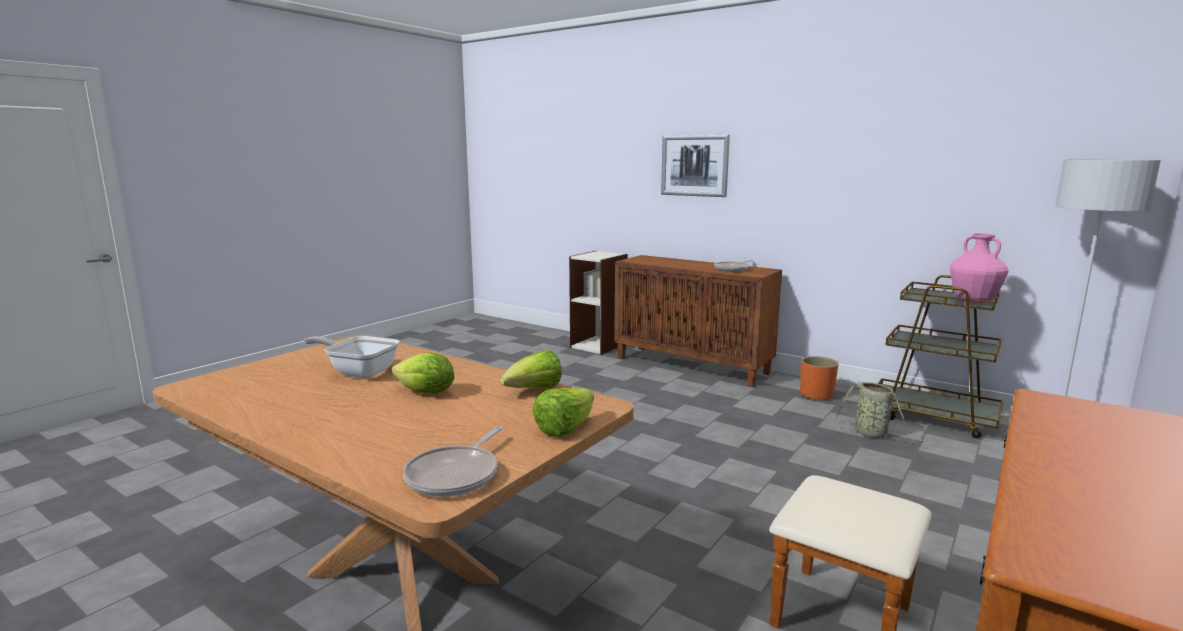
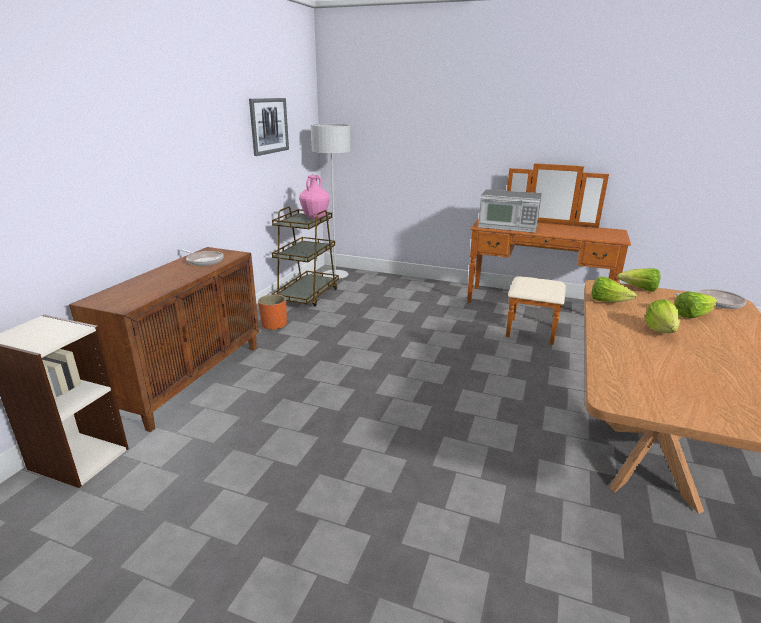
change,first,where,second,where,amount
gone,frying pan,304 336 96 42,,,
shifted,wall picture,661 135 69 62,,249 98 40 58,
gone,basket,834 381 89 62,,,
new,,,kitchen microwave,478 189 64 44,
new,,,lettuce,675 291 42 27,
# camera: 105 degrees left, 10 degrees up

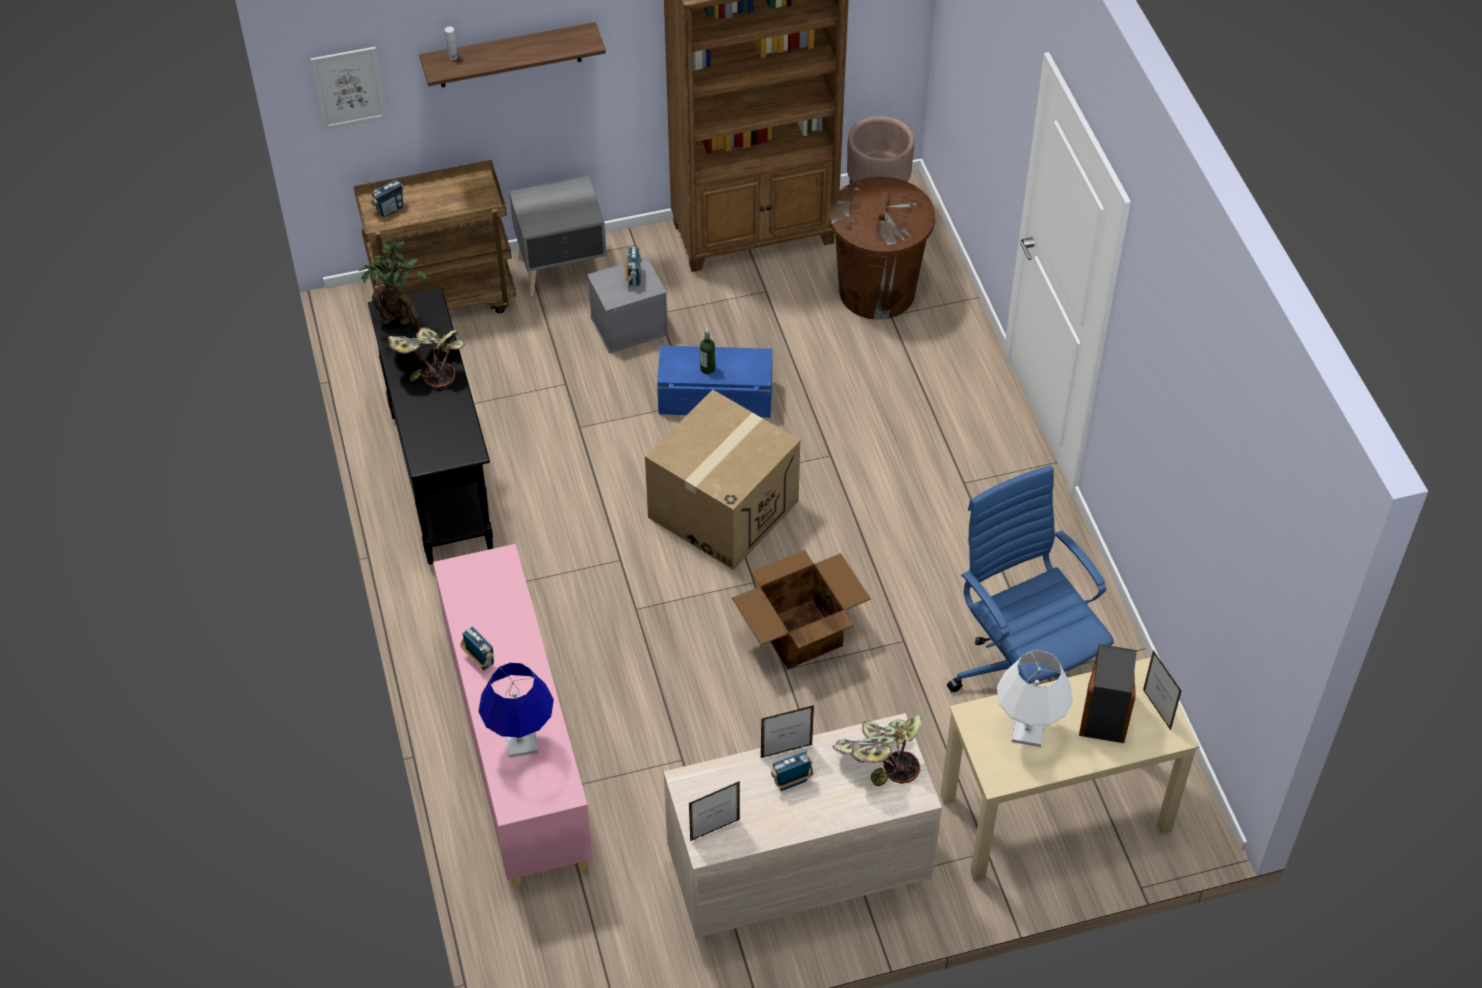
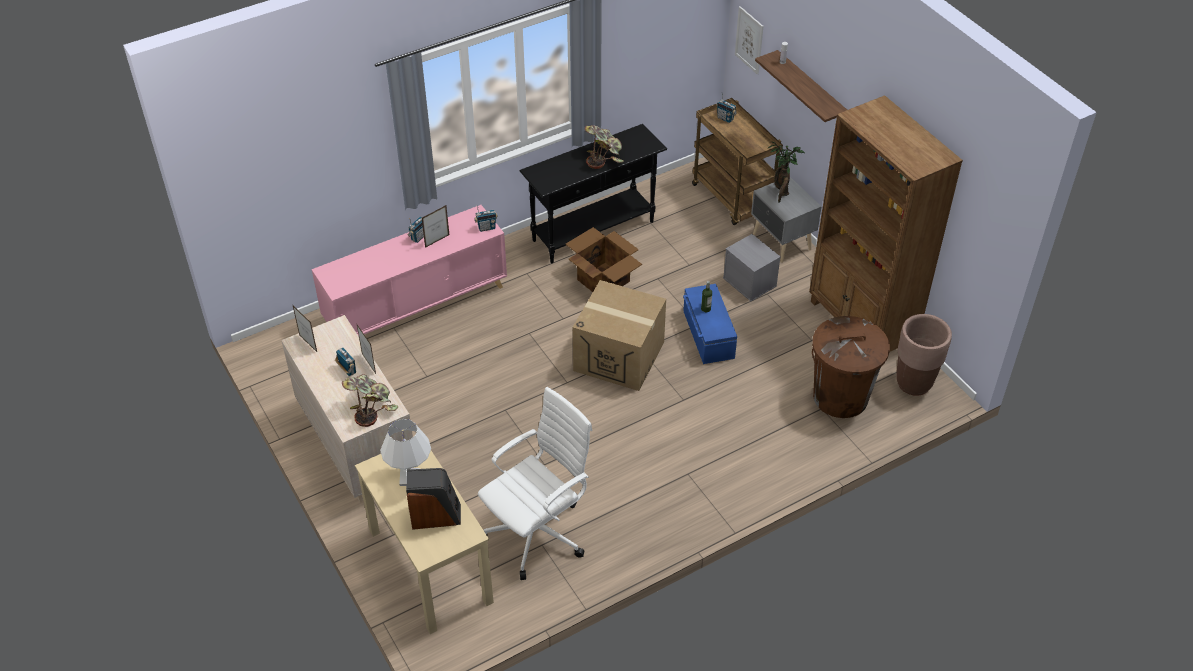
change,first,where,second,where,amount
shifted,potted plant,359 241 68 89,,767 141 38 61,
gone,blue tabletop lamp,479 663 75 94,,,
shifted,radio,624 247 18 39,,474 205 24 27,
shifted,carton,732 550 139 119,,566 227 76 65,
repainted,blue computer chair,947 466 167 226,white computer chair,478 387 114 193,
shifted,photo frame,1143 650 38 80,,422 205 27 43,
# camera: 75 degrees right, 5 degrees down

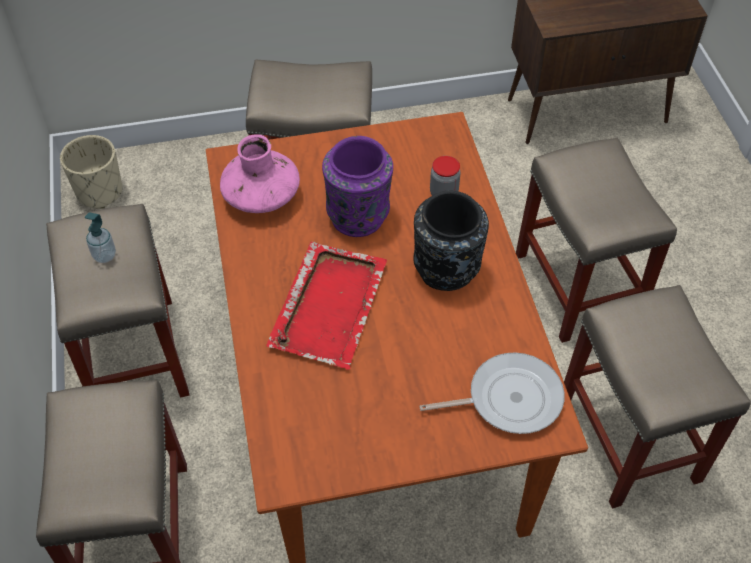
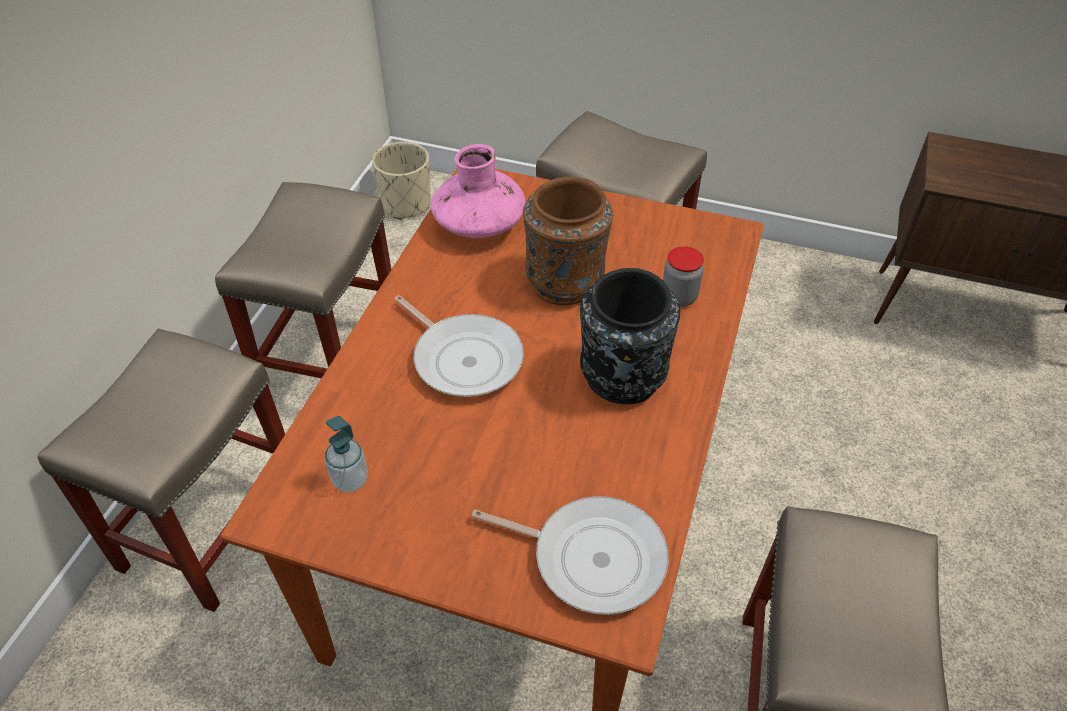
change,first,where,second,where,amount
shifted,liquid soap bottle,85 212 31 51,,325 416 43 77,
swapped,reddish tray,266 242 121 128,frying pan,395 295 129 102,
repainted,purple vase,322 136 71 101,brownish vase,523 176 90 129,
gone,beige stool seat,516 138 161 205,,,
# camera: 30 degrees right, 5 degrees down

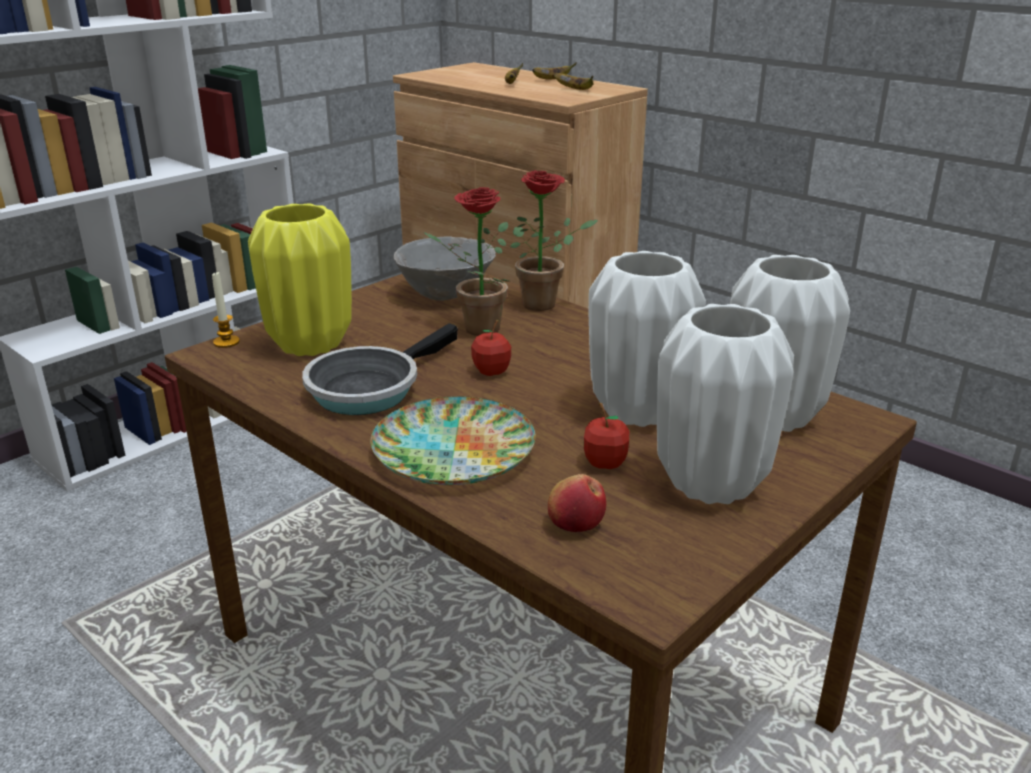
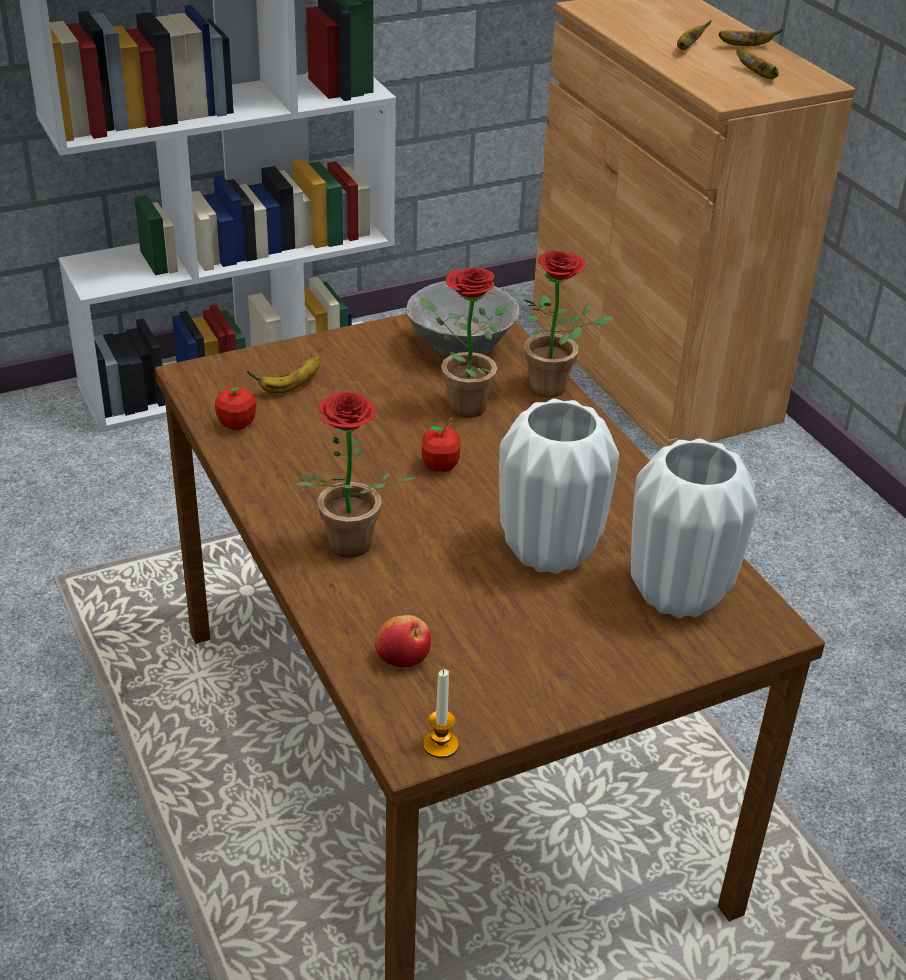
change,first,where,second,where,amount
shifted,candle,212 271 28 77,,423 669 36 89,
swapped,yellowish vase,248 203 104 153,whole banana,247 355 75 38,
gone,frying pan,302 323 156 92,,,
swapped,flat dish,371 396 165 89,potted plant,296 391 120 167,
shifted,whole apple,584 403 46 66,,215 374 41 56,
gone,white vase,657 304 137 200,,,
# camera: 20 degrees right, 10 degrees up

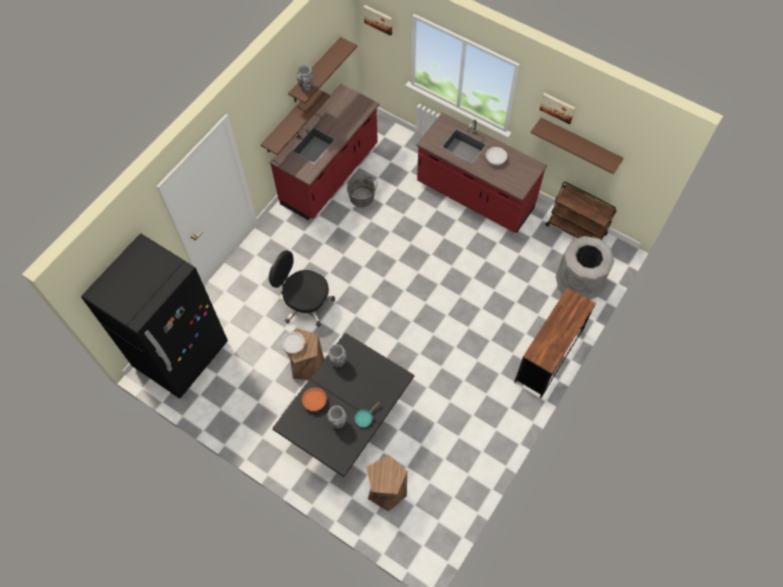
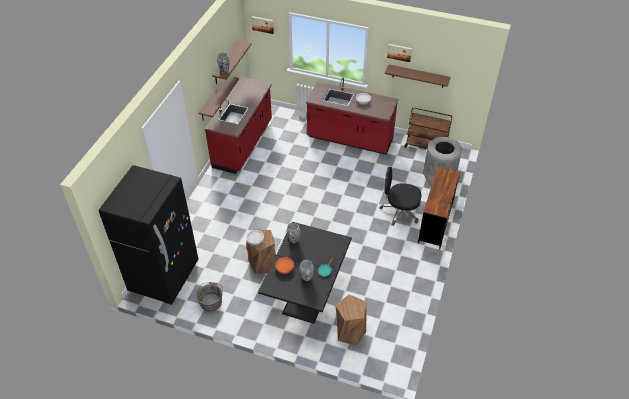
change,first,where,second,where,amount
shifted,black computer chair,269 250 66 77,,380 167 41 59,
shifted,greyish water bucket,347 174 30 33,,196 282 27 29,
# camera: 15 degrees left, 15 degrees down

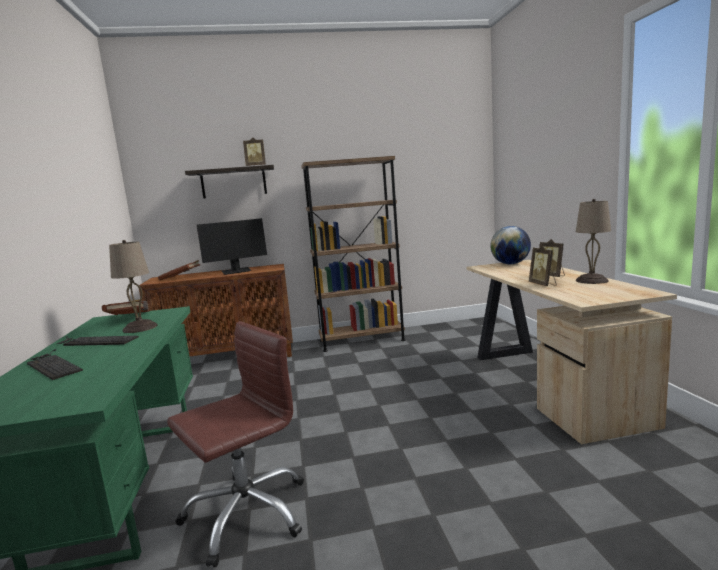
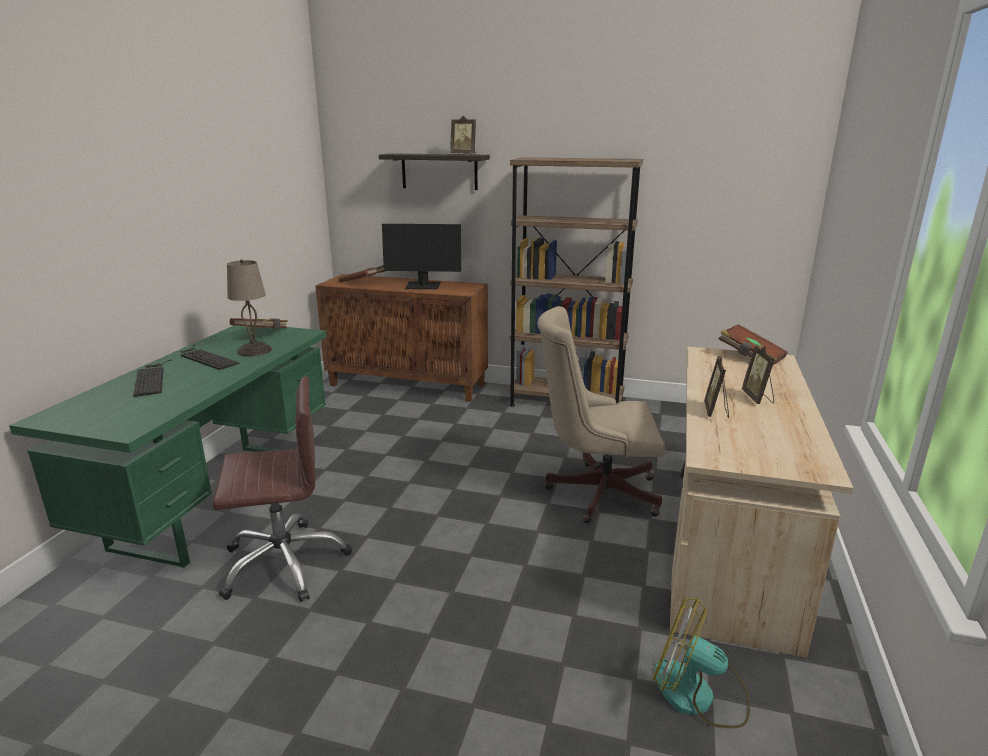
change,first,where,second,where,amount
swapped,world globe,490 226 41 38,brownish book,718 324 70 41,
gone,beige tabletop lamp,576 199 35 85,,,
new,,,beige computer chair,537 306 128 217,
new,,,cooling fan,652 597 98 131,
# camera: 25 degrees right, 10 degrees up

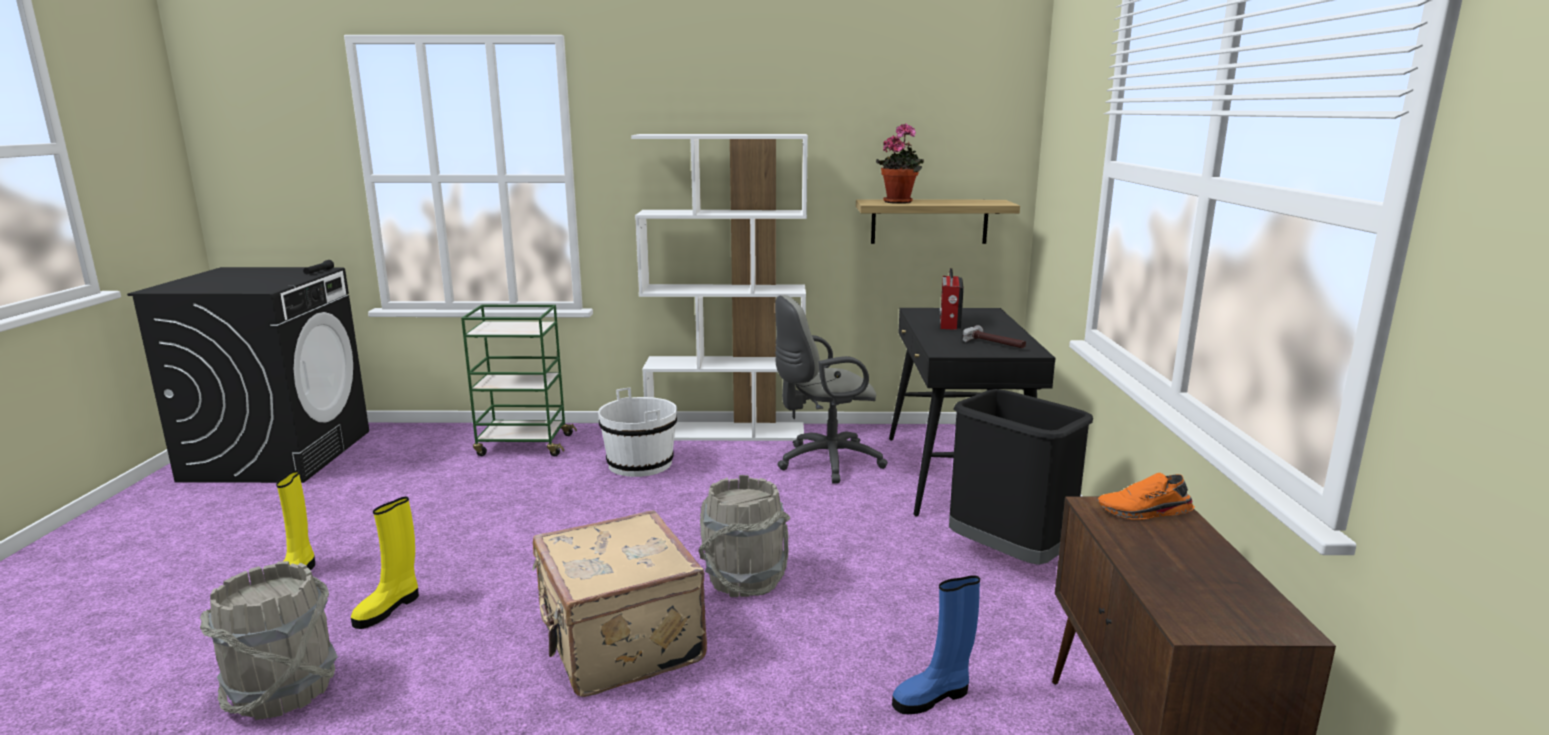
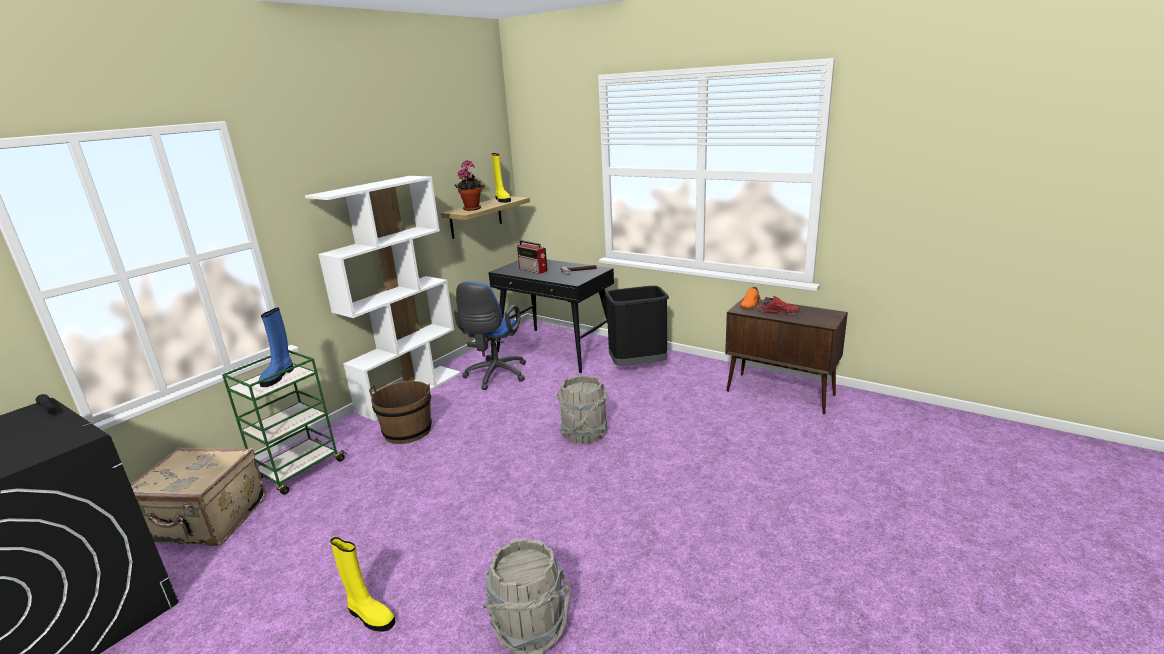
change,first,where,second,where,amount
shifted,yellowish boot,351 496 68 133,,492 153 19 50,
shifted,beige travel case,532 510 175 187,,131 447 135 99,
repainted,white water bucket,598 388 79 89,brownish water bucket,369 381 63 63,
repainted,greyish computer chair,775 295 113 189,blue computer chair,454 281 72 109,
shifted,blue boot,892 575 88 139,,259 308 35 79,
new,,,reddish low shoe,759 296 41 19,
# camera: 55 degrees left, 5 degrees up

